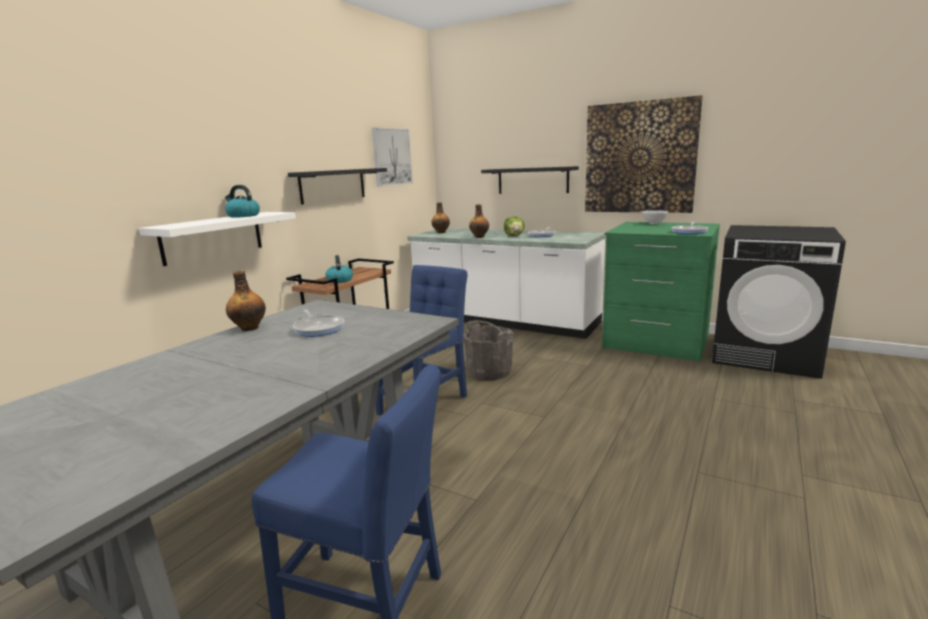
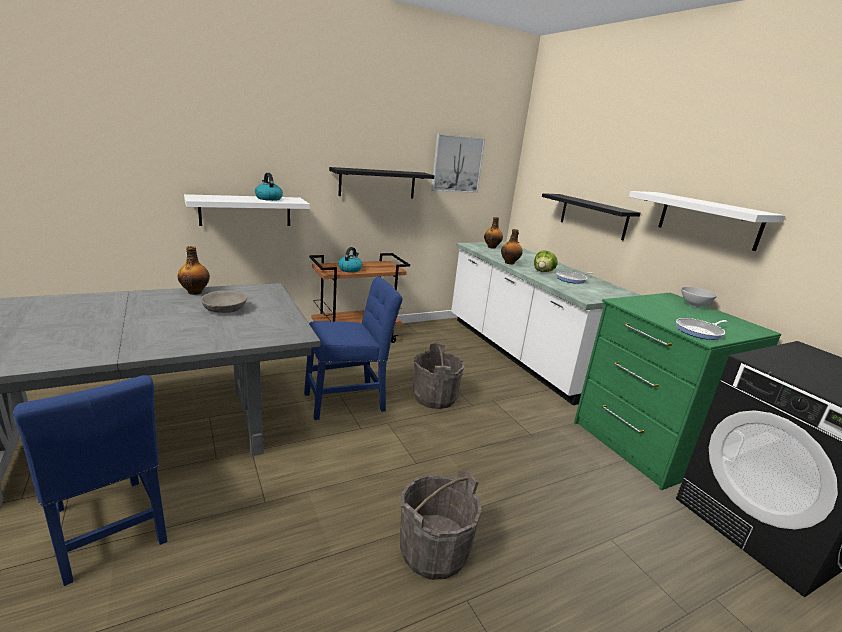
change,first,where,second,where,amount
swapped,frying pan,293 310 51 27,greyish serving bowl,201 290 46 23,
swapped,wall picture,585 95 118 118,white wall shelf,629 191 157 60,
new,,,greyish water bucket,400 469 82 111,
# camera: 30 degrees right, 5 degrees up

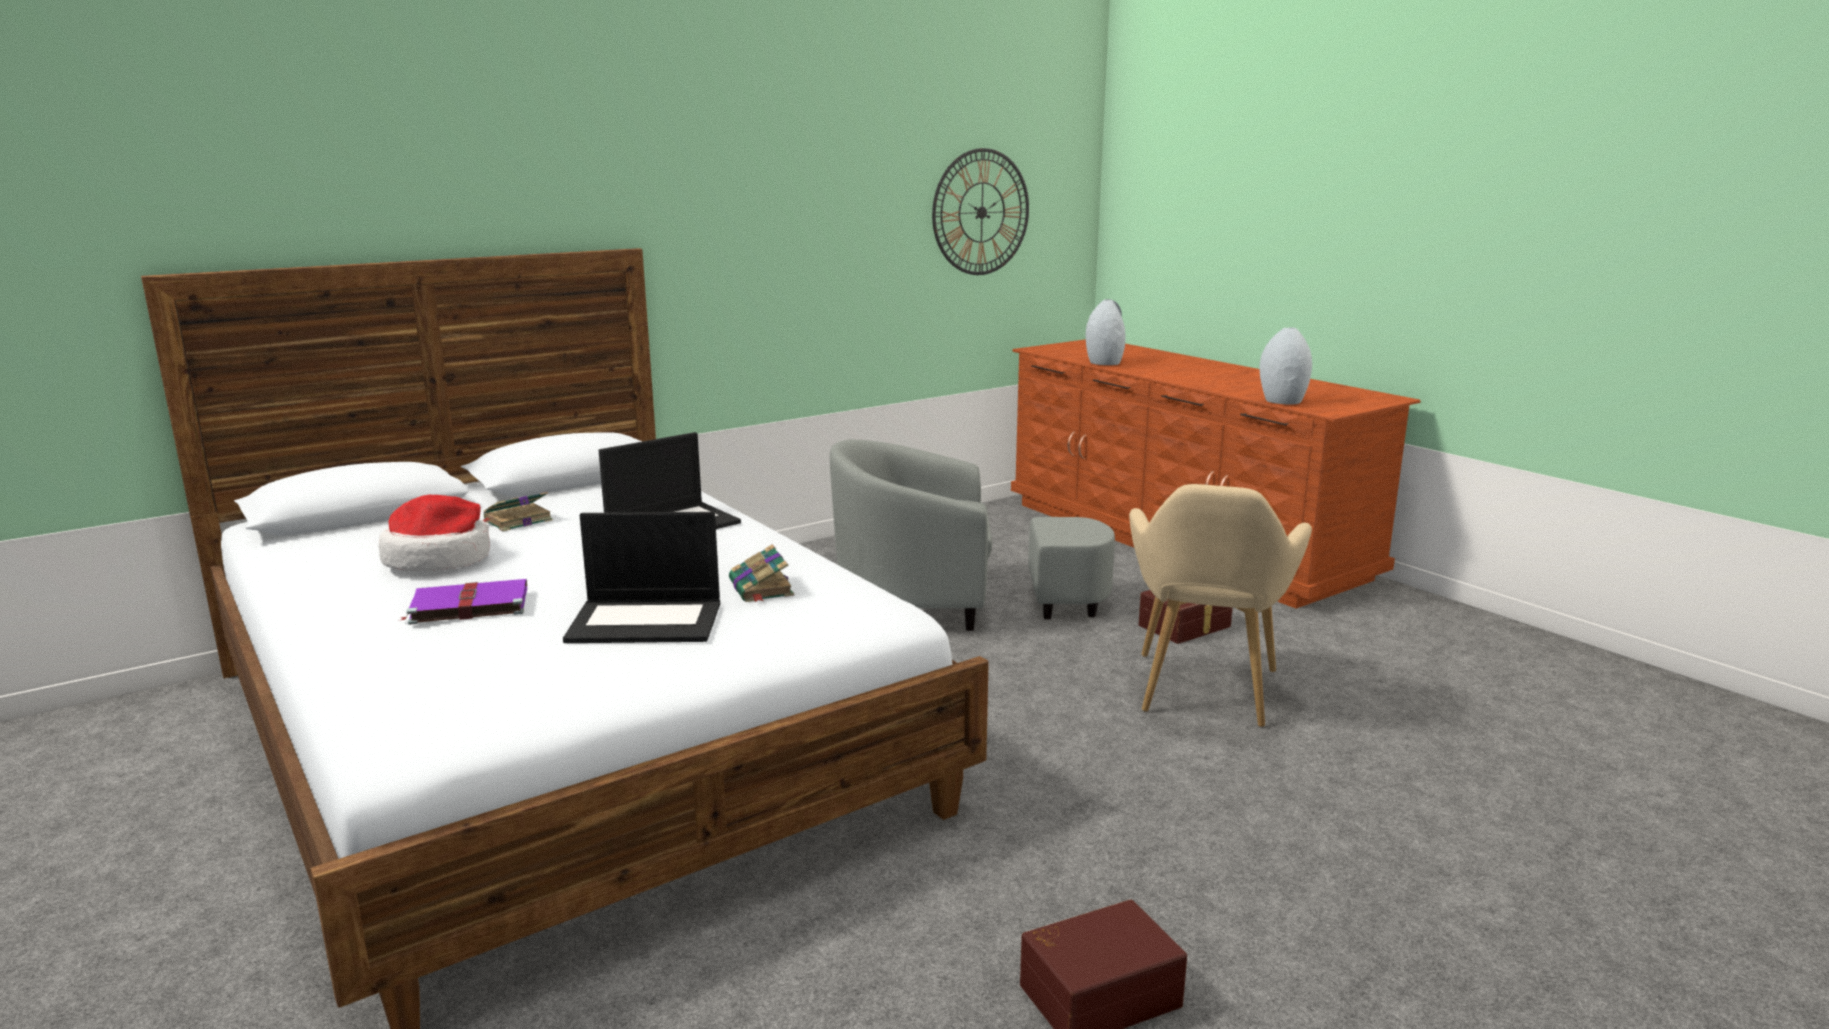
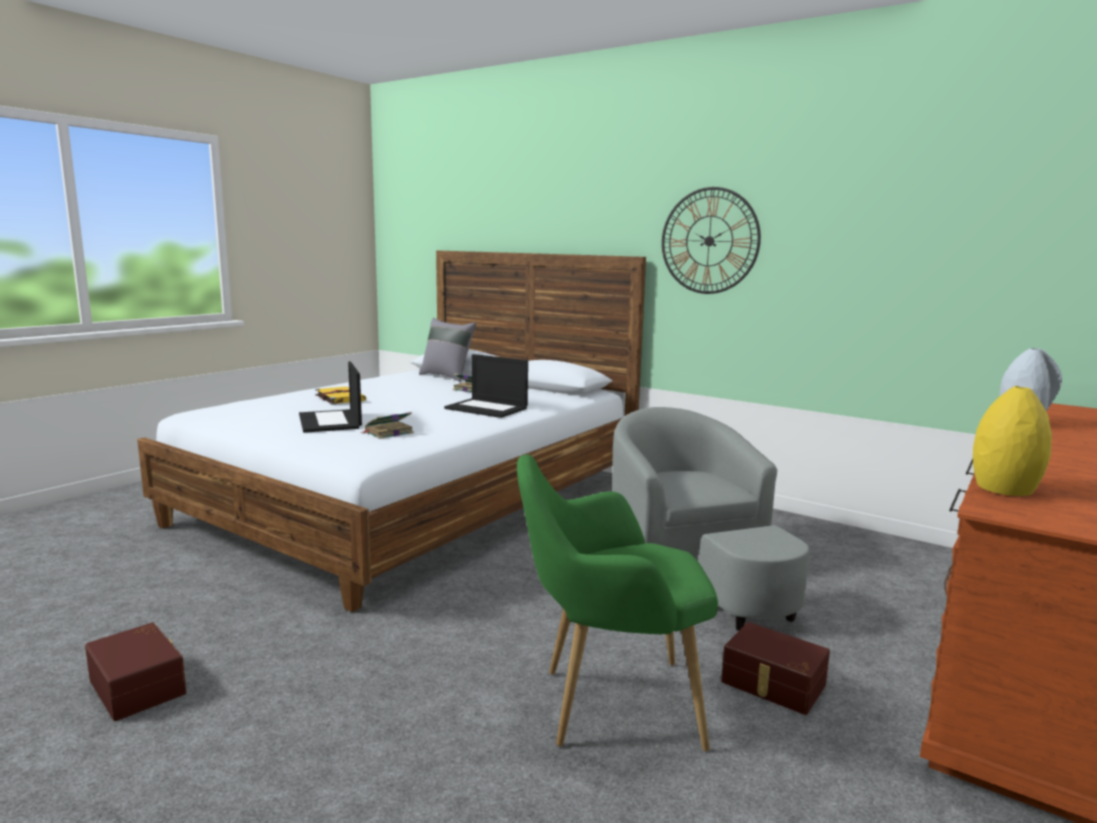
change,first,where,second,where,amount
gone,hat,379 495 111 76,,,
repainted,purple book,400 579 127 46,yellowish book,315 386 51 19,
shifted,clock on the wall,932 148 97 127,,662 187 99 107,
repainted,beige armchair,1129 484 183 243,greenish armchair,517 454 201 297,
repainted,greyish vase,1260 328 52 76,yellowish vase,973 386 79 110,
new,,,greyish throw pillow,419 318 57 64,
# camera: 70 degrees right, 5 degrees down

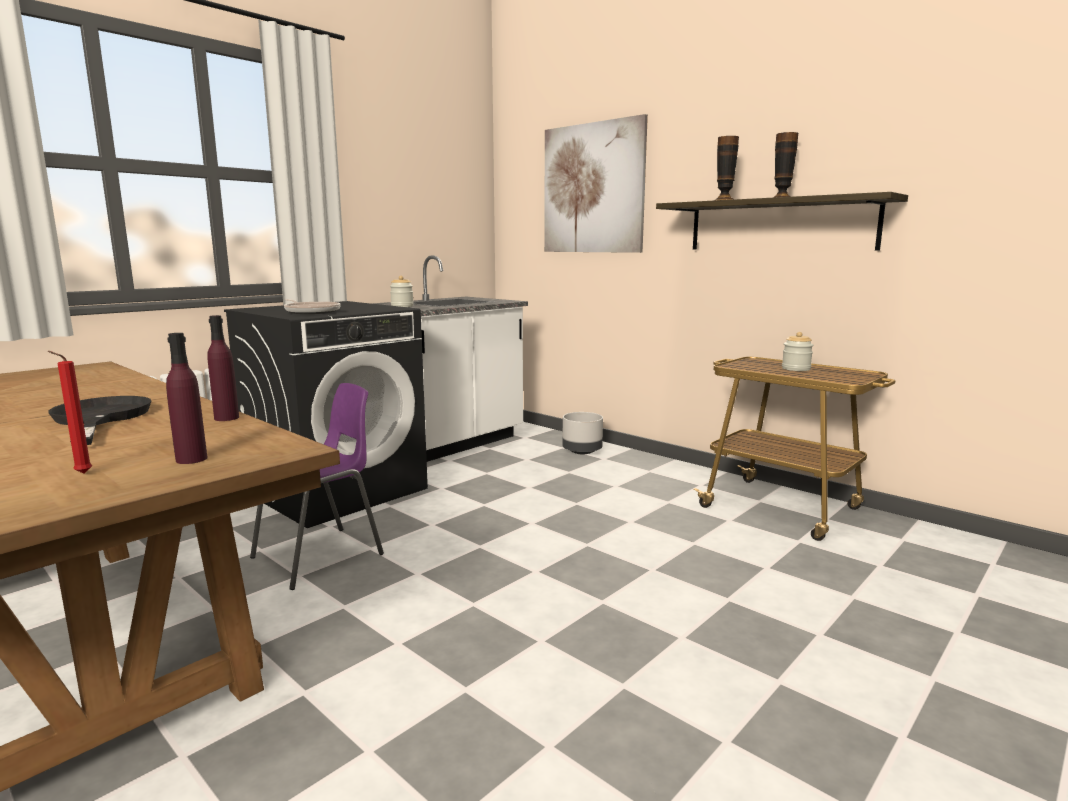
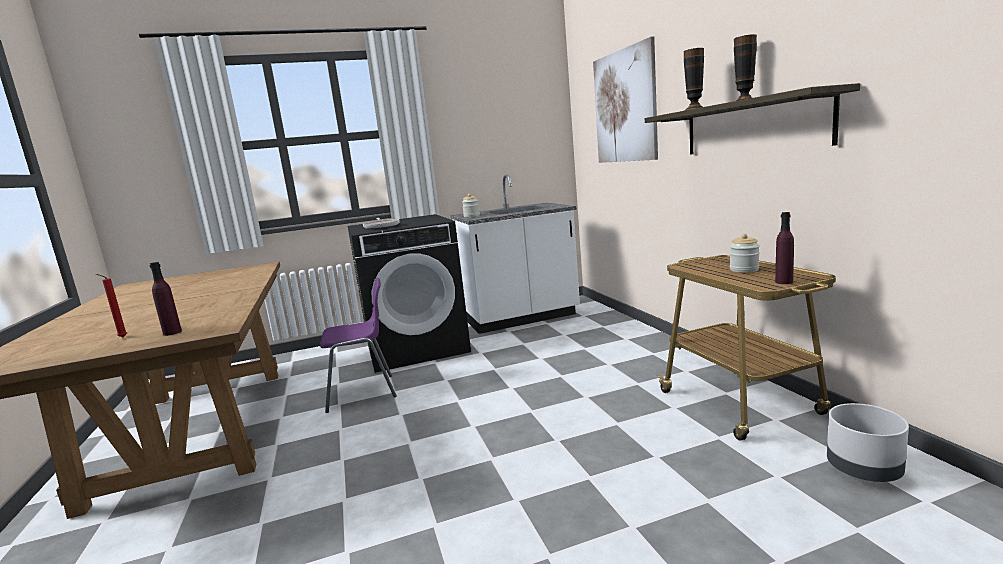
change,first,where,second,where,amount
gone,black frying pan,48 396 103 49,,,
shifted,purple drink bottle,207 315 32 106,,775 212 19 72,
shifted,greyish flower pot,562 412 41 43,,827 403 82 79,
# camera: 30 degrees right, 0 degrees up

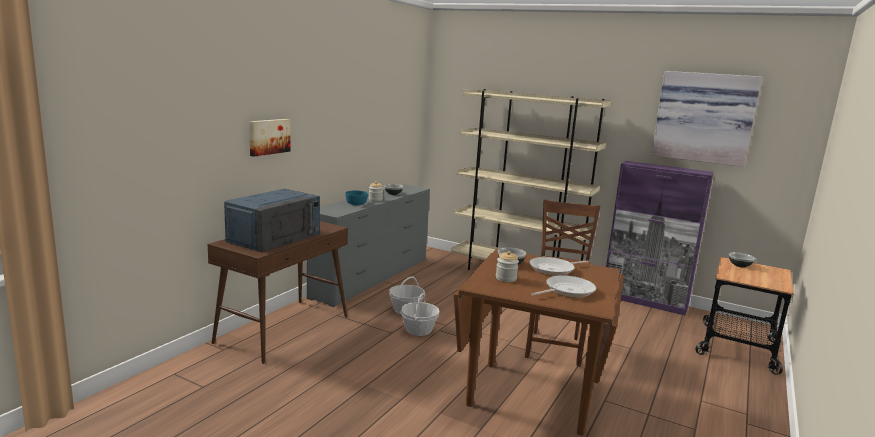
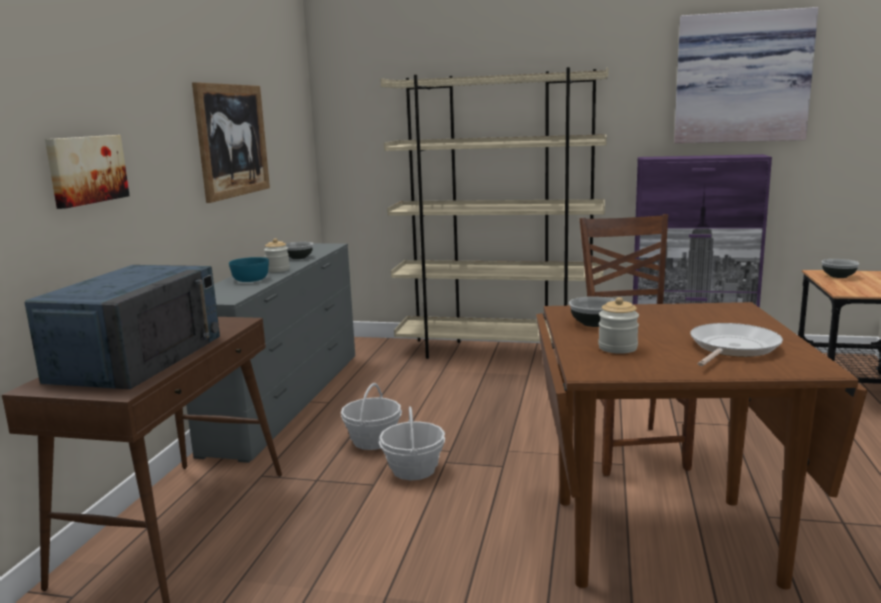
change,first,where,second,where,amount
gone,frying pan,529 257 60 19,,,
new,,,wall picture,192 82 78 121,
# camera: 15 degrees left, 0 degrees up

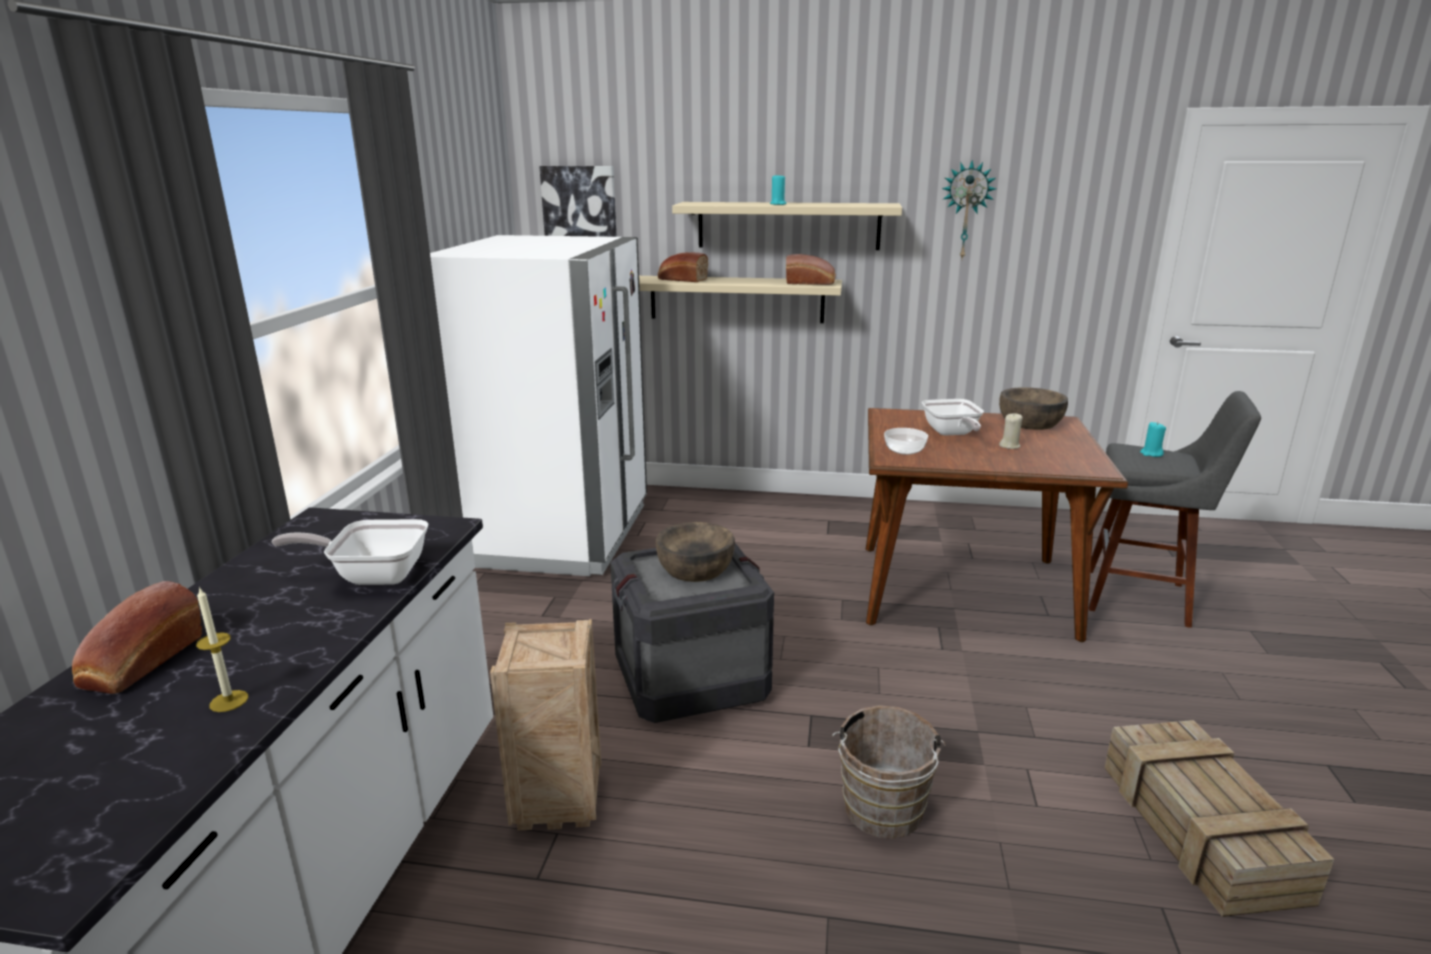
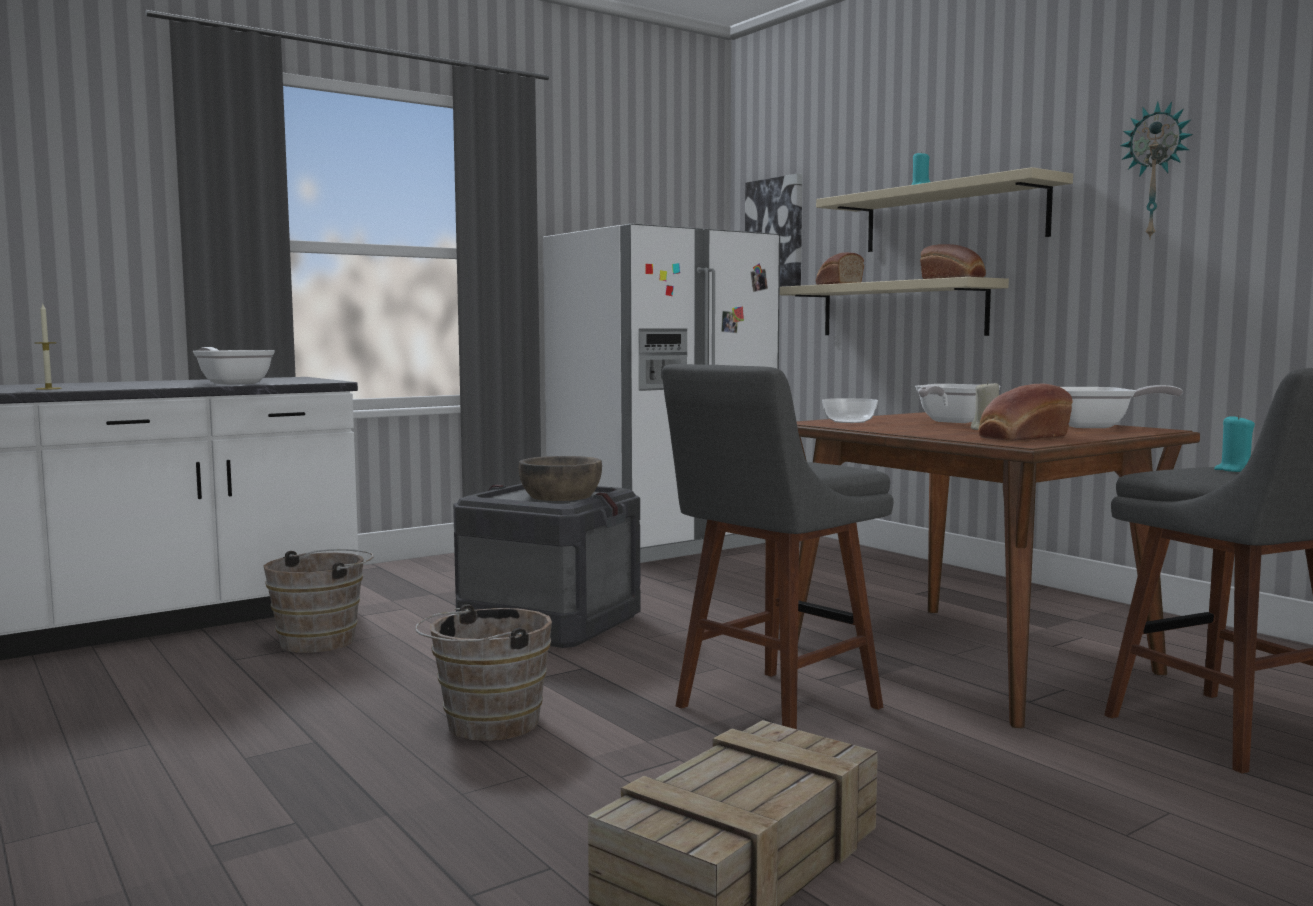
change,first,where,second,where,amount
shifted,bakery bread,72 581 130 113,,978 384 94 57,
swapped,crate,490 619 111 211,brownish water bucket,264 549 110 104,
swapped,brownish serving bowl,999 387 69 43,frying pan,1061 385 122 43,
new,,,greyish stool seat,662 364 231 365,
# camera: 45 degrees right, 15 degrees down

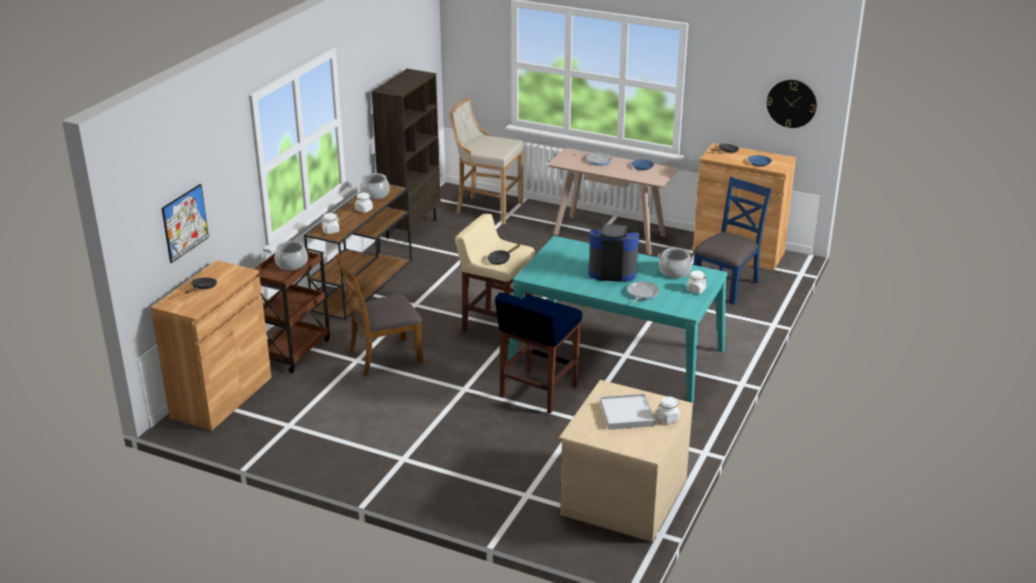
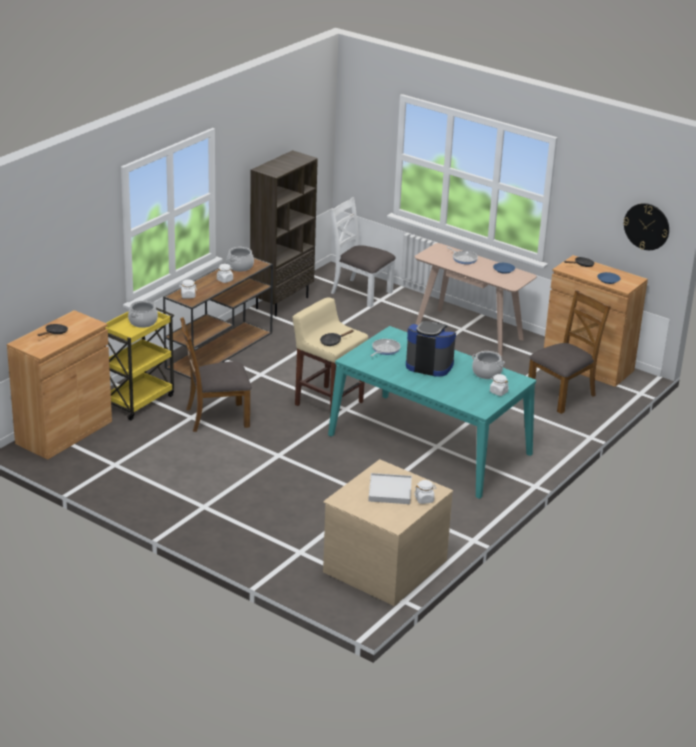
change,first,where,second,where,amount
gone,wall picture,162 184 47 79,,,
repainted,brownish wheeled cart,254 248 76 125,yellowish wheeled cart,105 308 69 113,
swapped,beige stool seat,450 98 74 127,white plain chair,330 197 66 110,
gone,blue stool seat,495 293 87 121,,,
shifted,frying pan,627 281 32 23,,371 339 30 17,
repainted,blue plain chair,694 177 78 128,brownish plain chair,528 290 83 124,
# camera: 10 degrees right, 0 degrees up

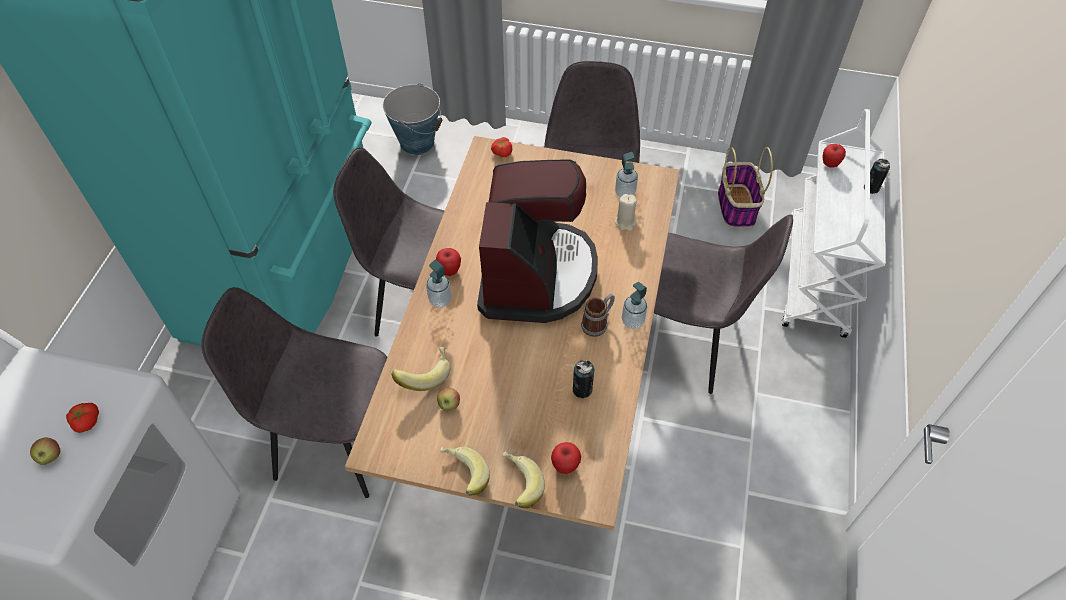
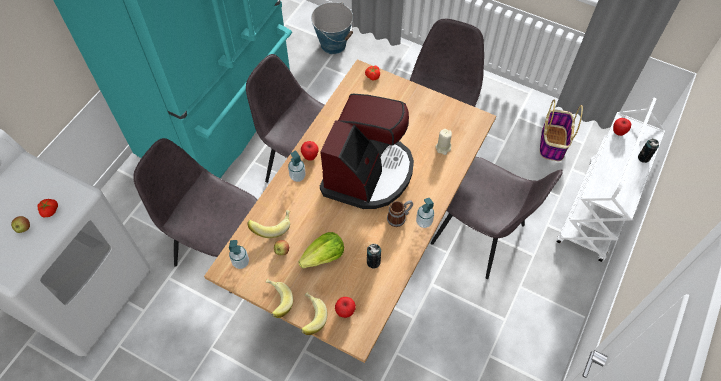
change,first,where,second,where,amount
shifted,liquid soap bottle,615 152 23 45,,229 240 20 29,
new,,,lettuce,298 232 46 37,
# camera: 15 degrees right, 5 degrees up

